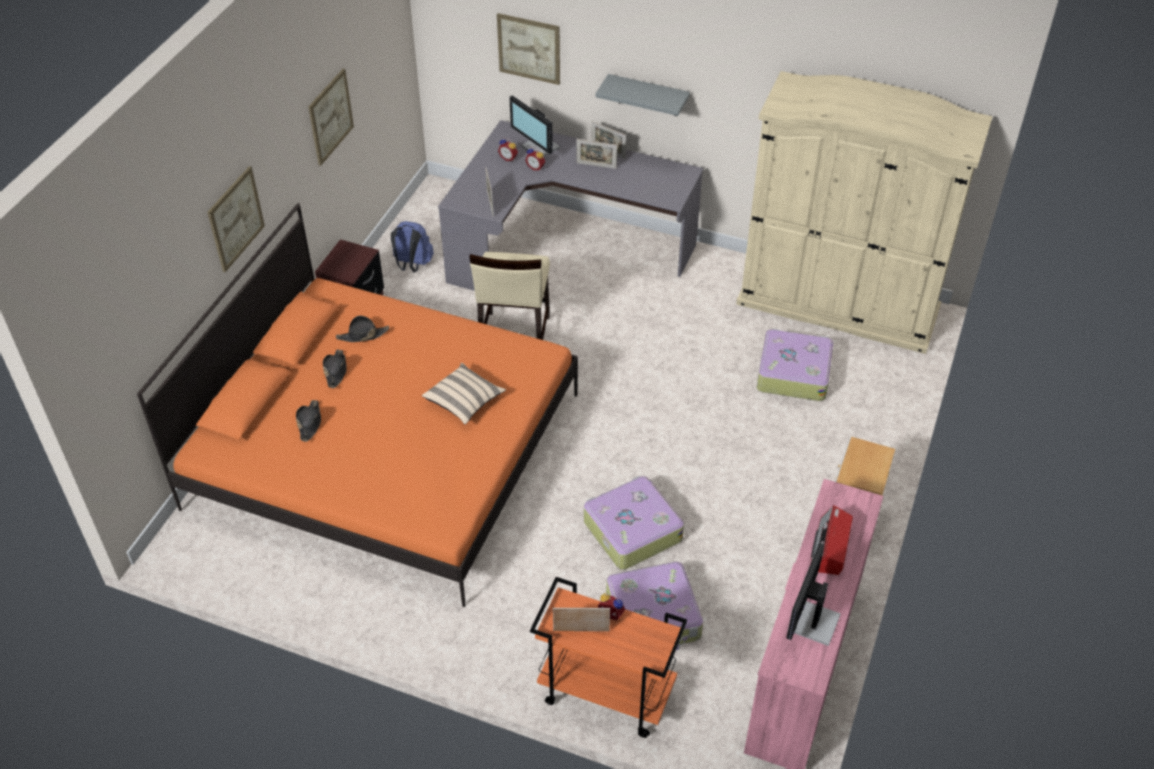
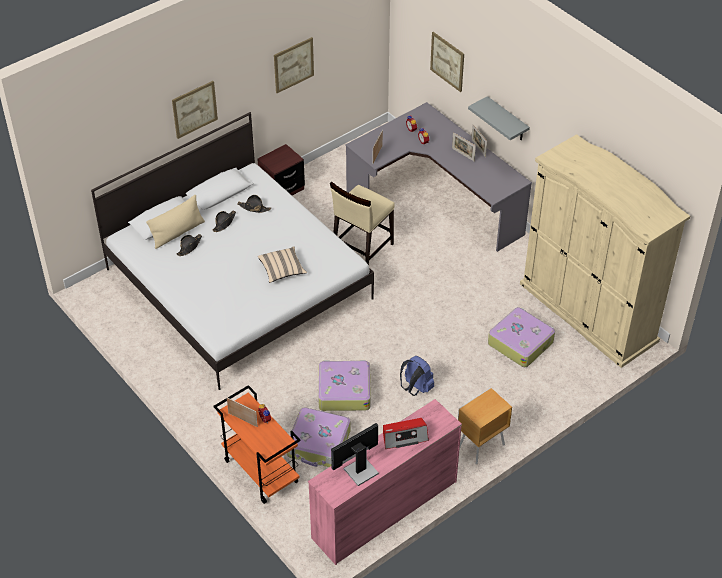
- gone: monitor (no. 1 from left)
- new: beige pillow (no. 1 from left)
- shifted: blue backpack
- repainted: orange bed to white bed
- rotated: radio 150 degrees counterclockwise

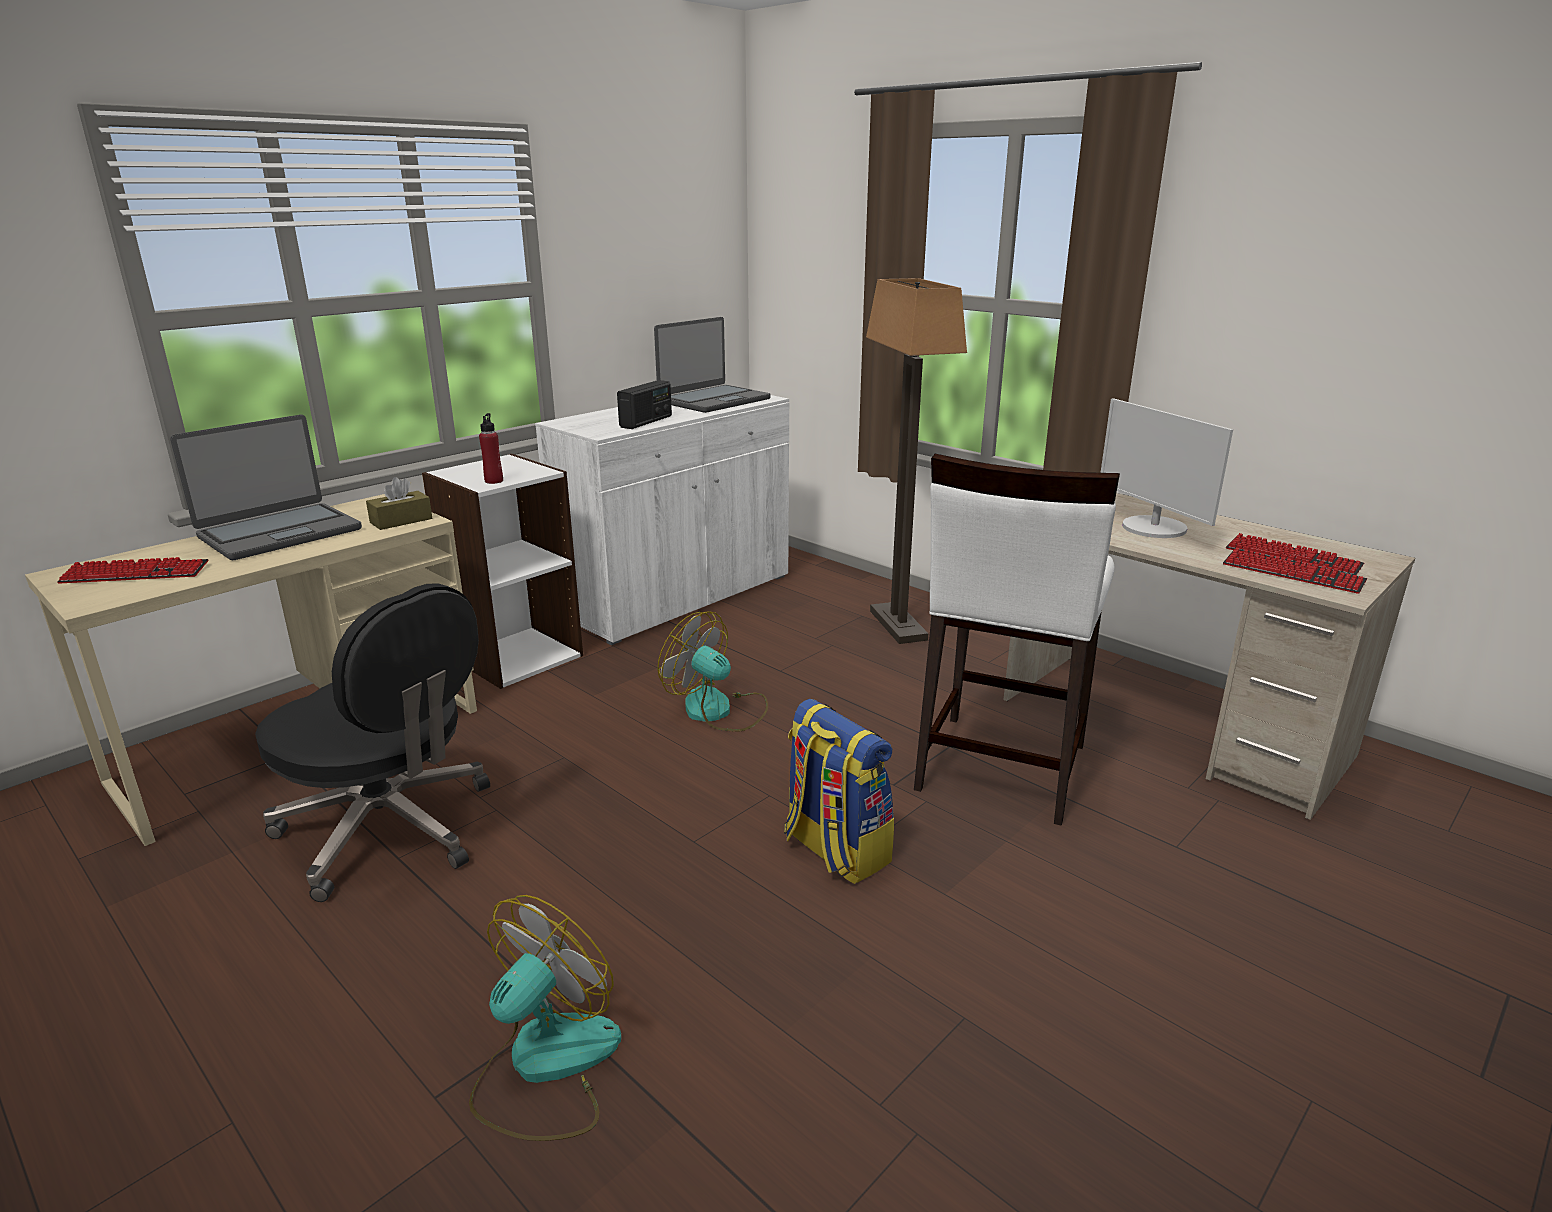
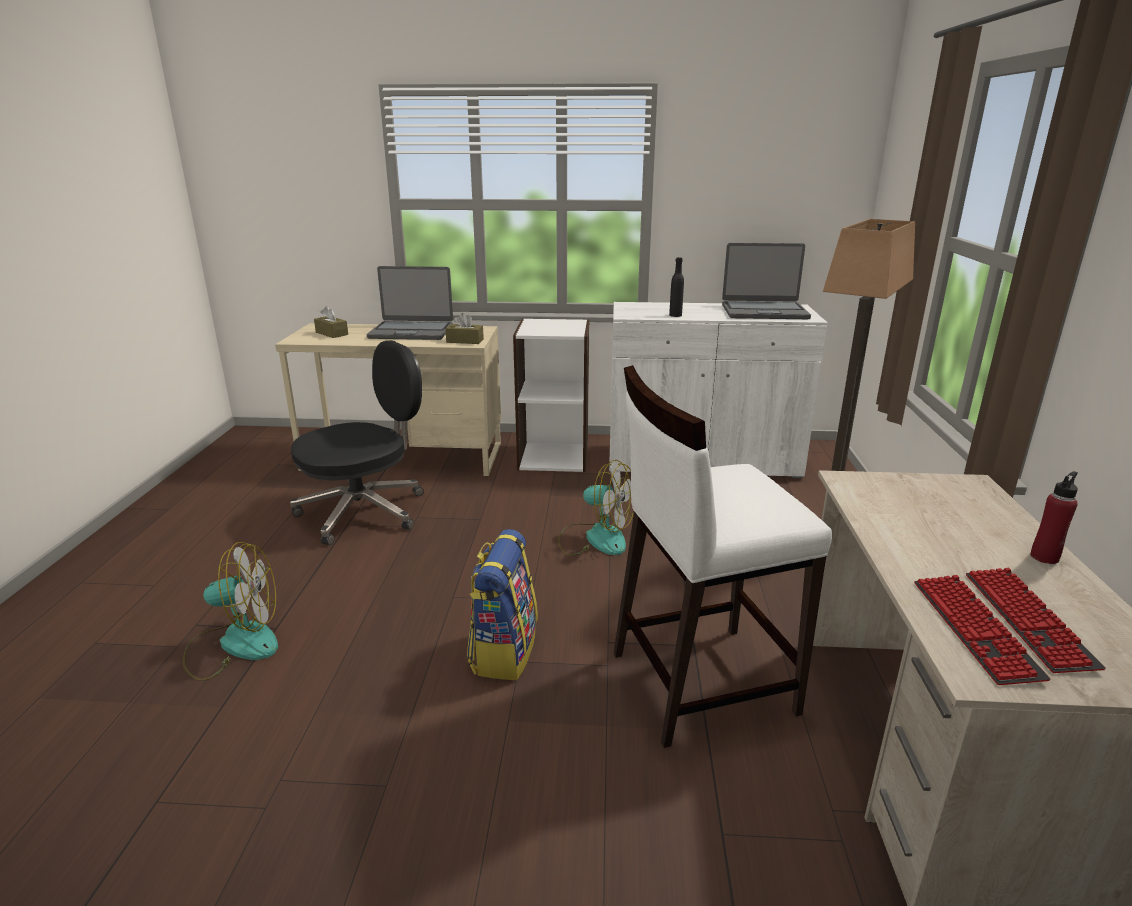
- gone: monitor
- shifted: red bottle
- swapped: keyboard (no. 1 from left) to brown tissue box (no. 1 from left)
- swapped: radio to black bottle
- rotated: black office chair 120 degrees counterclockwise
- rotated: fan (no. 2 from left) 120 degrees clockwise

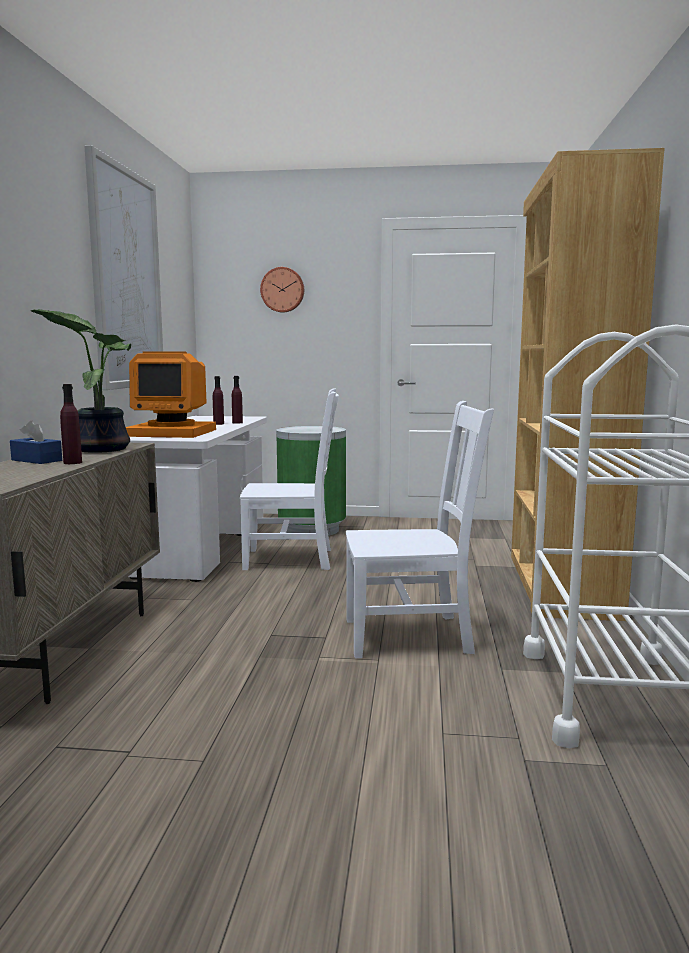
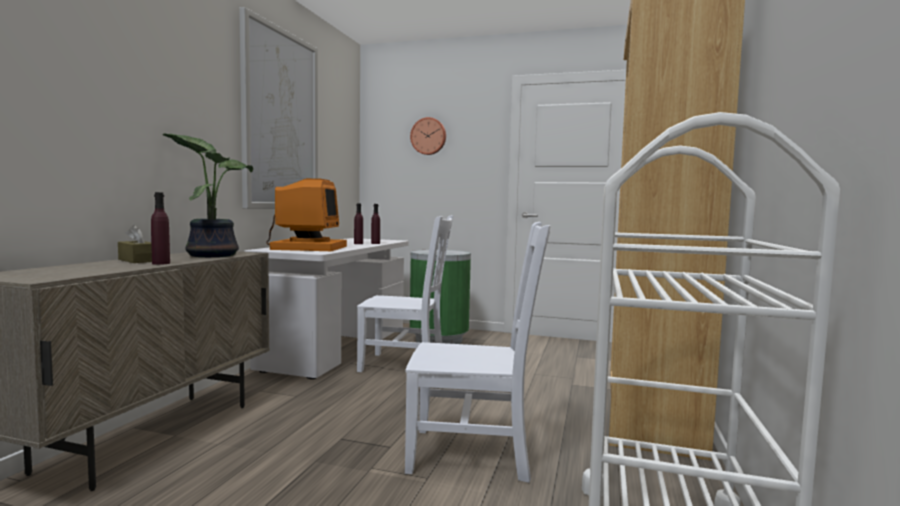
- repainted: blue tissue box to brown tissue box
- rotated: monitor 105 degrees counterclockwise

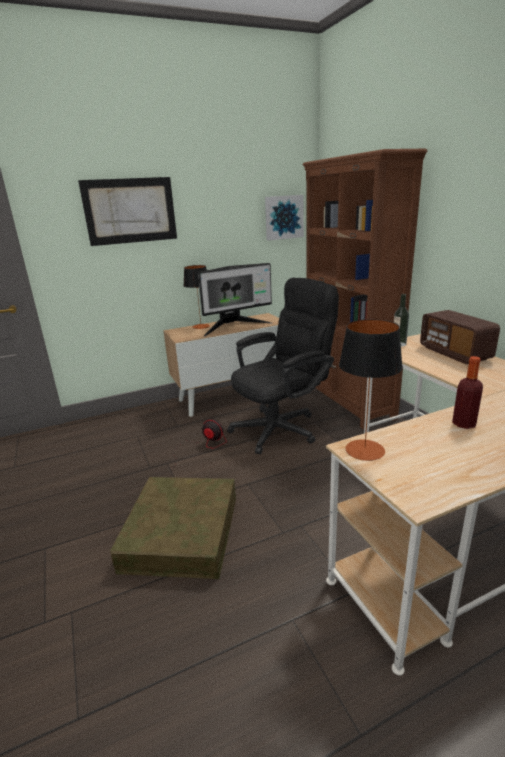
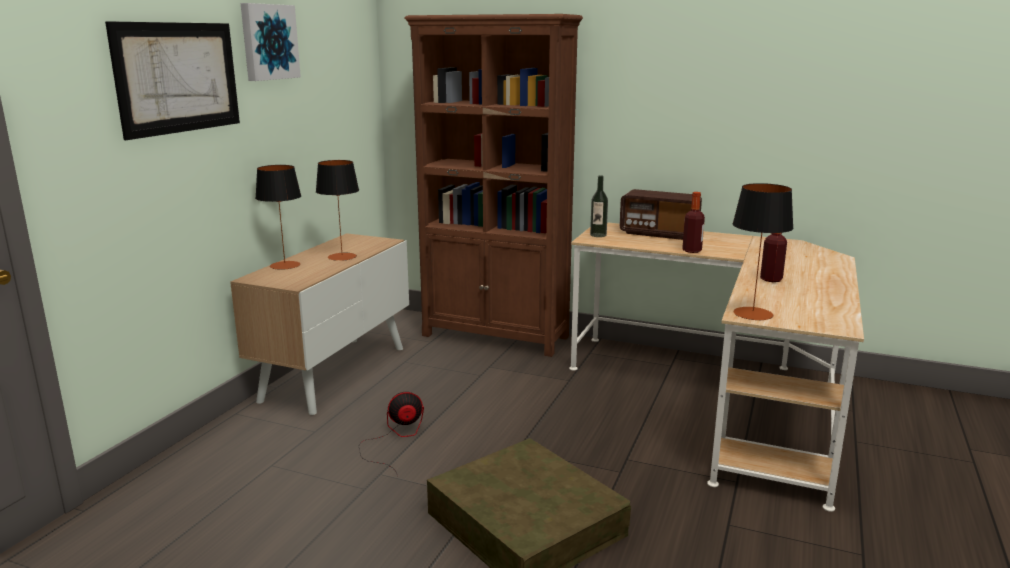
- gone: black office chair
- new: bottle (no. 2 from left)
- shifted: picture (no. 2 from left)
- swapped: monitor to table lamp (no. 2 from left)

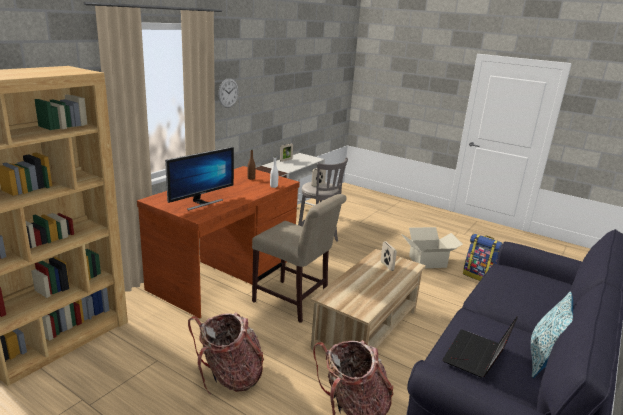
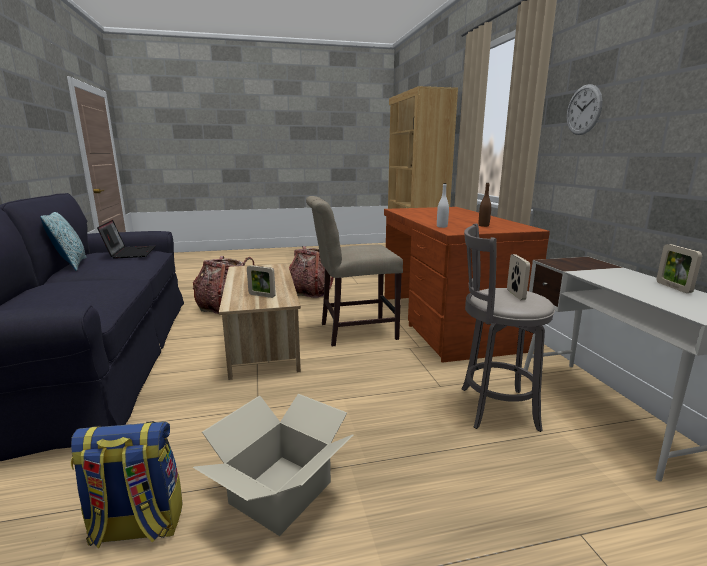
- gone: monitor

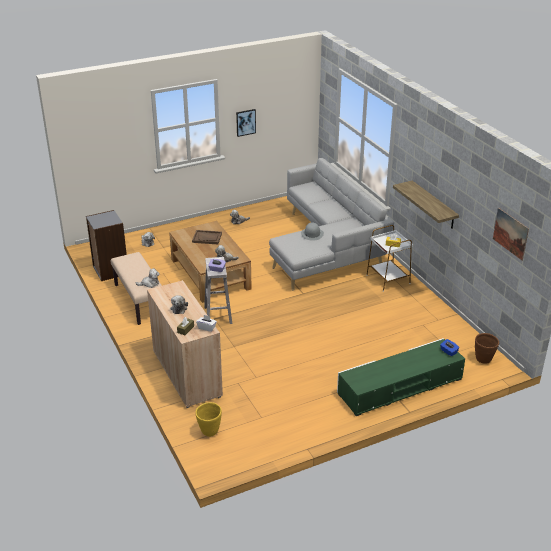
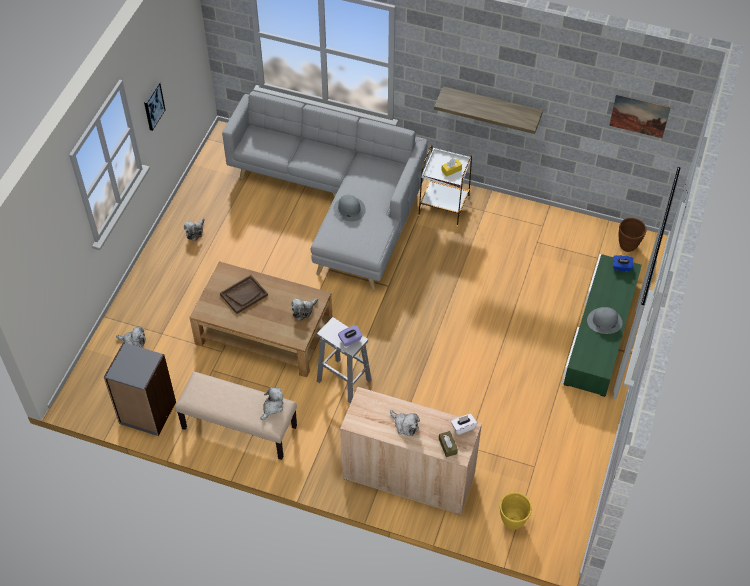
- new: grey hat (no. 2 from left)

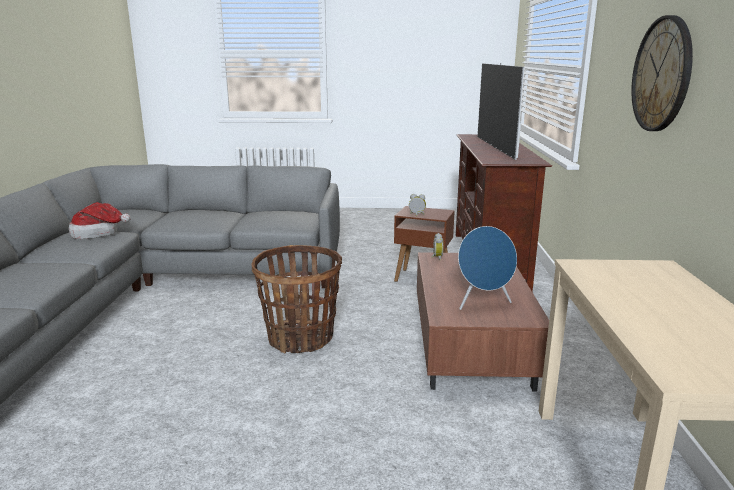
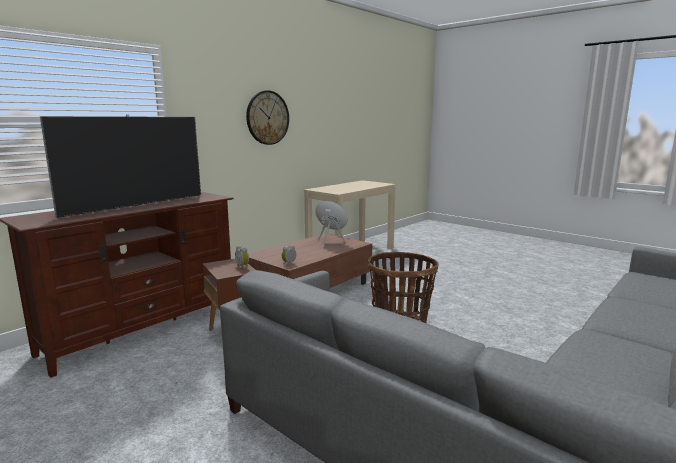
- gone: hat

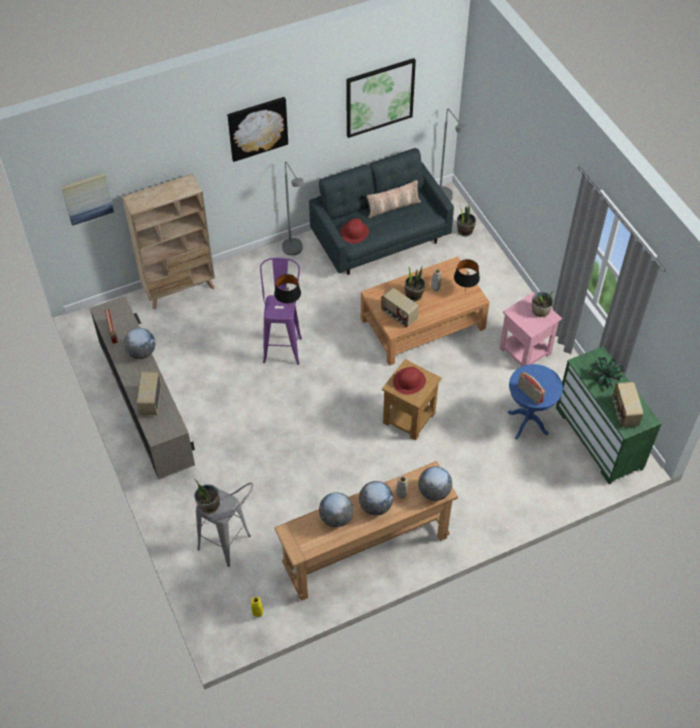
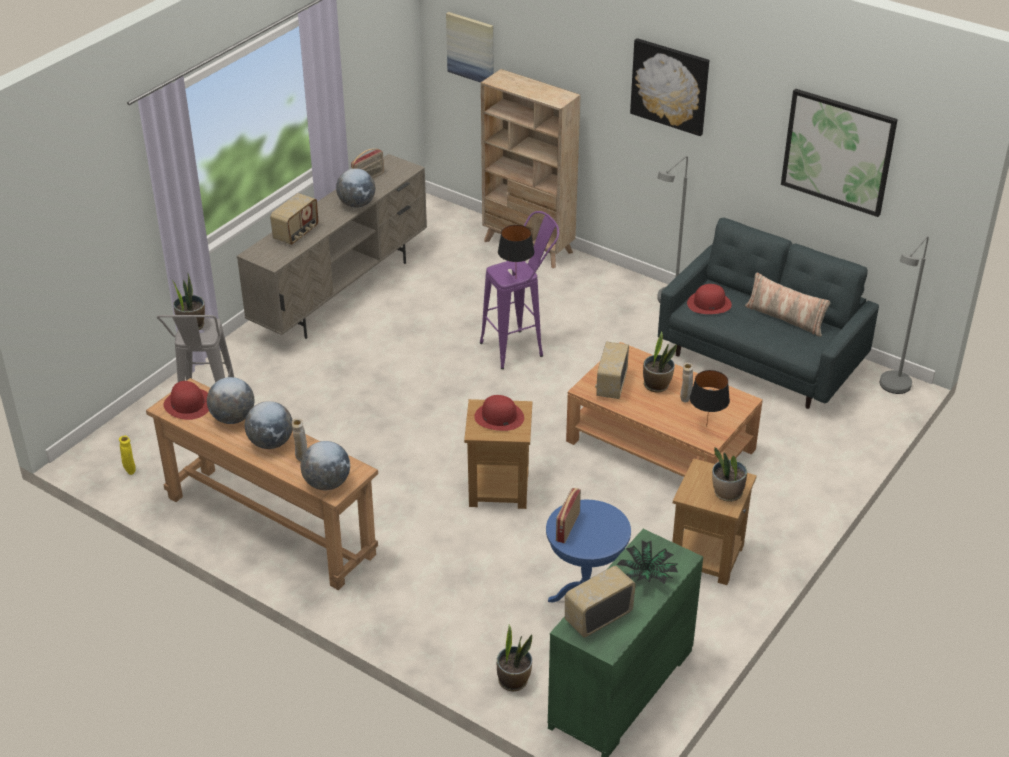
- new: red hat (no. 1 from left)
- shifted: potted plant (no. 3 from left in the first image) to potted plant (no. 2 from left)
- repainted: pink side table to brown side table (no. 2 from left)
- rotated: radio (no. 2 from left in the first image) 150 degrees clockwise

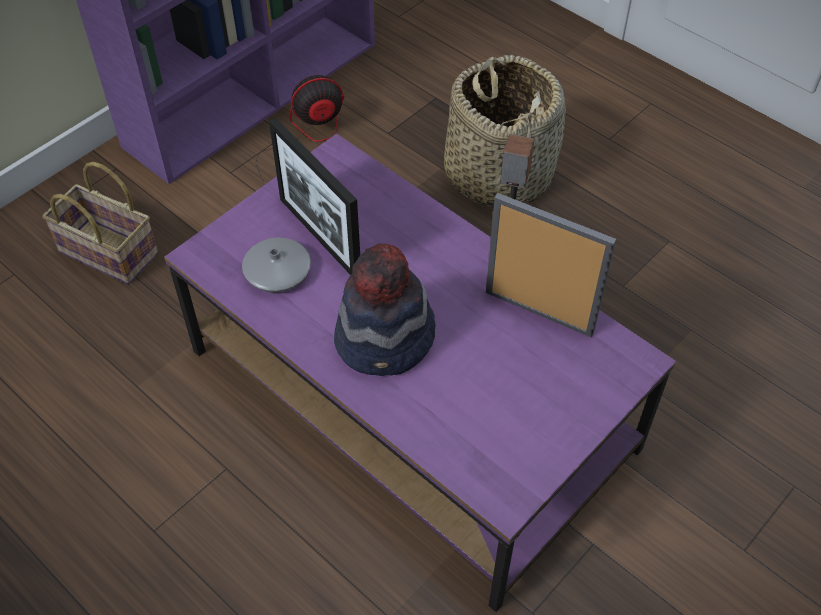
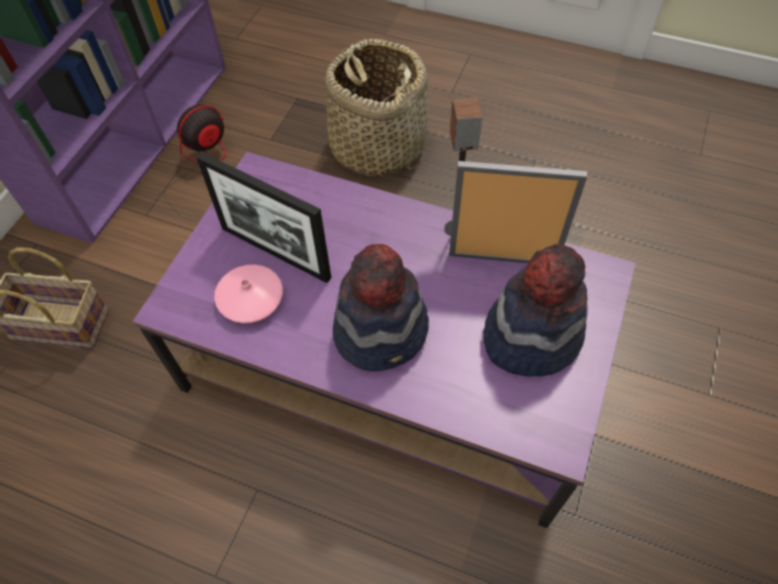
- new: hat (no. 2 from left)
- repainted: grey vase to pink vase

